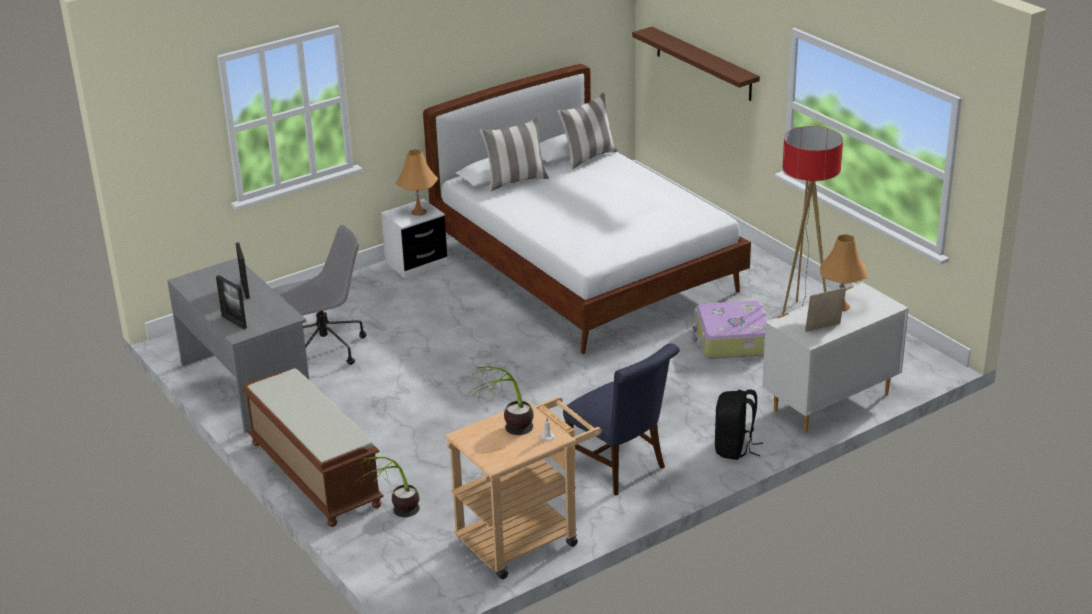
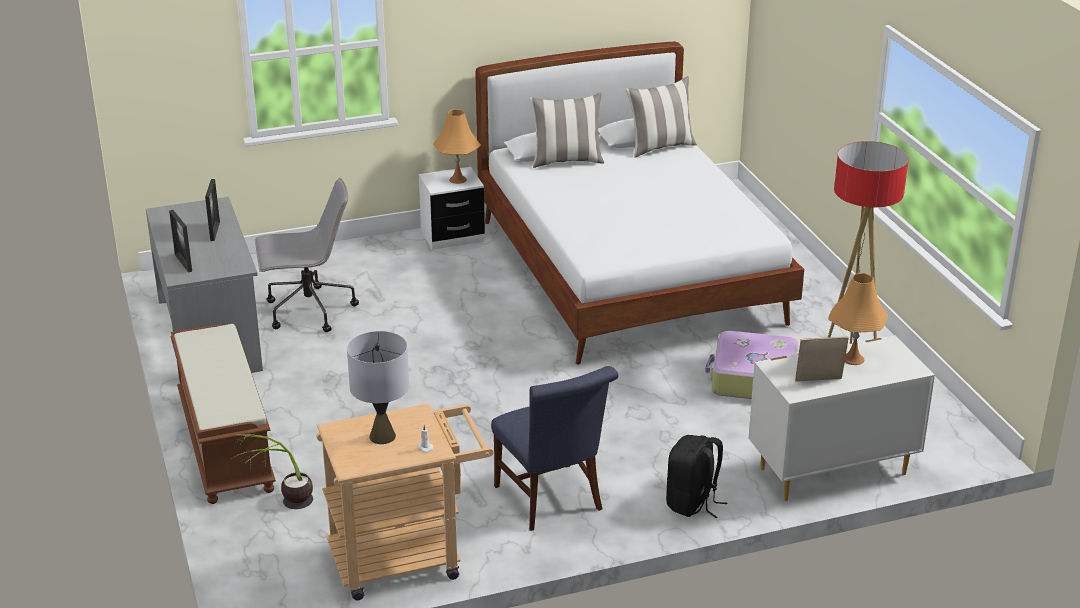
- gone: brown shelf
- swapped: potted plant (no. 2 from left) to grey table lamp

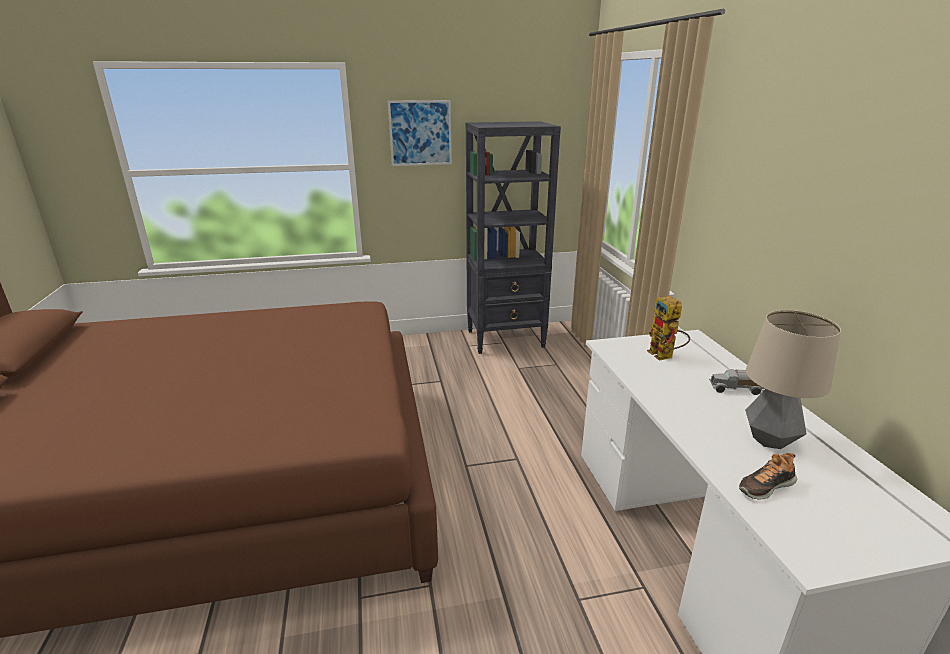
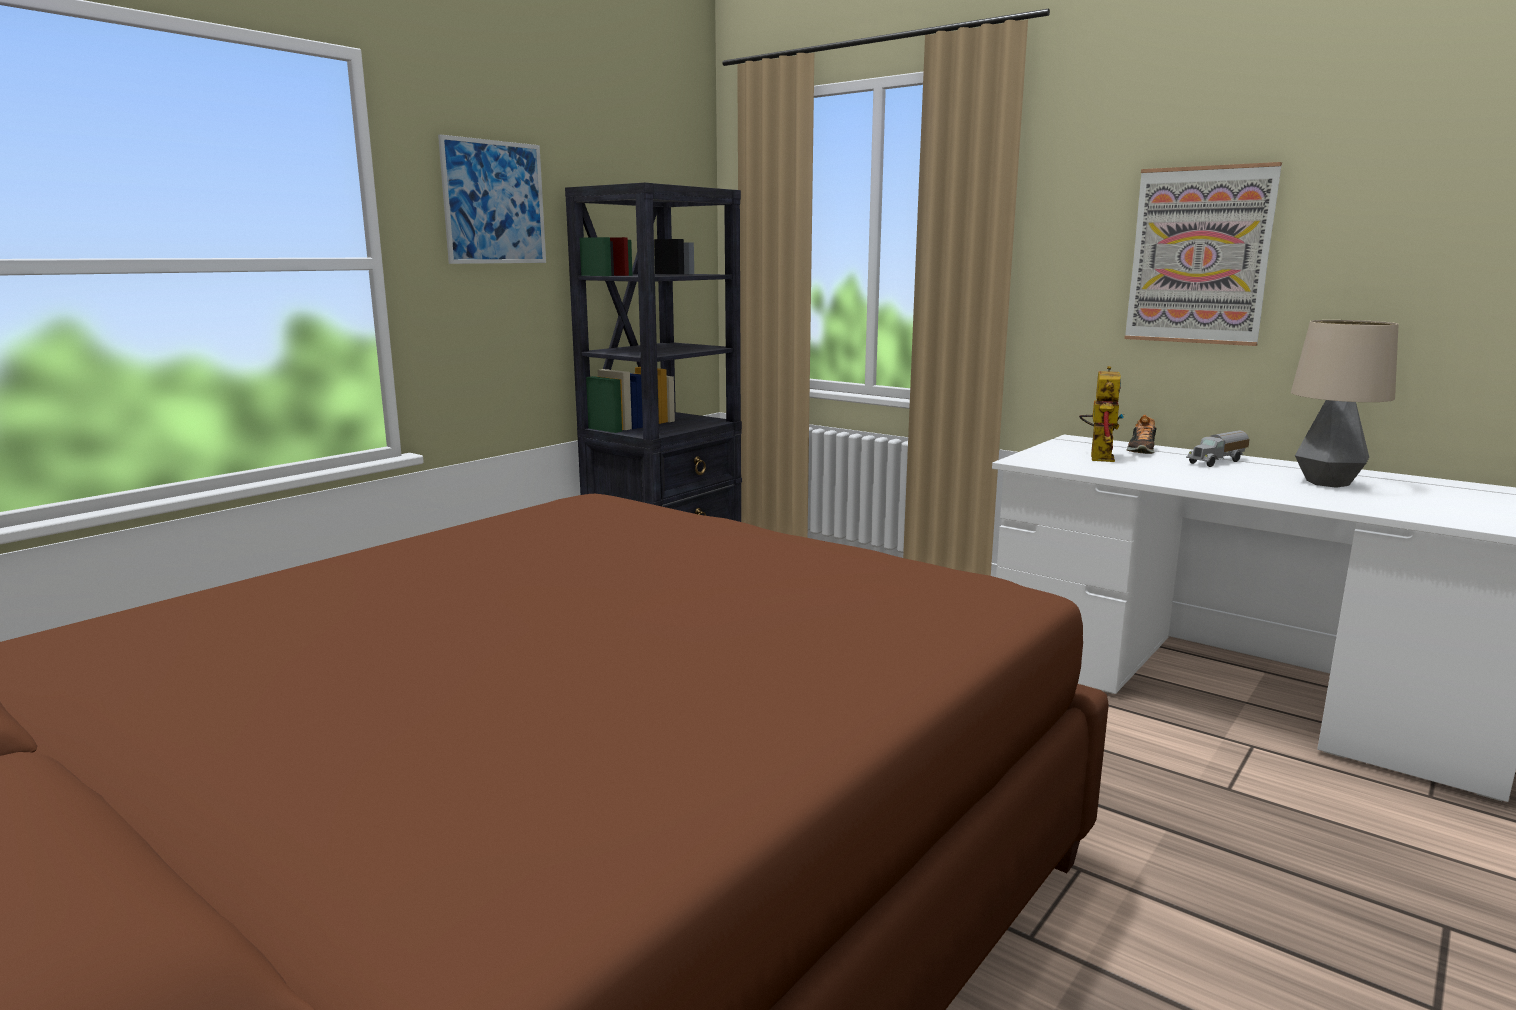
- new: picture (no. 2 from left)
- shifted: shoe
- rotated: toy robot 105 degrees counterclockwise

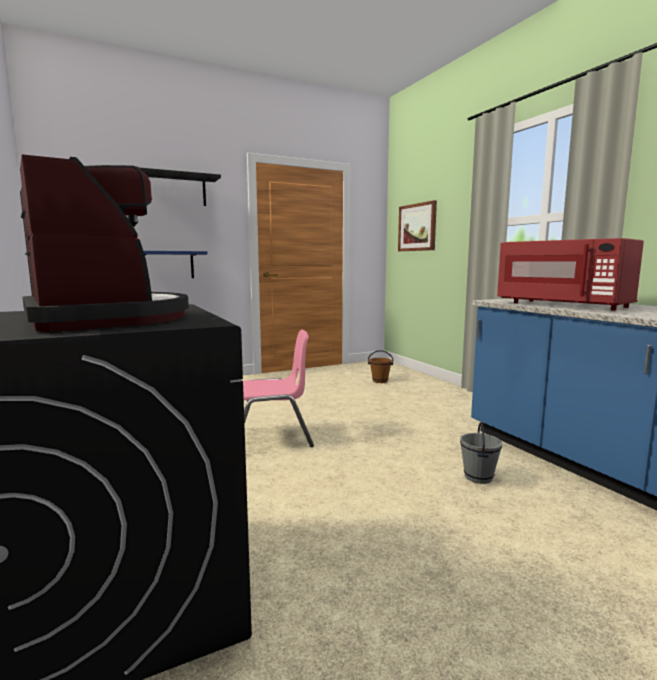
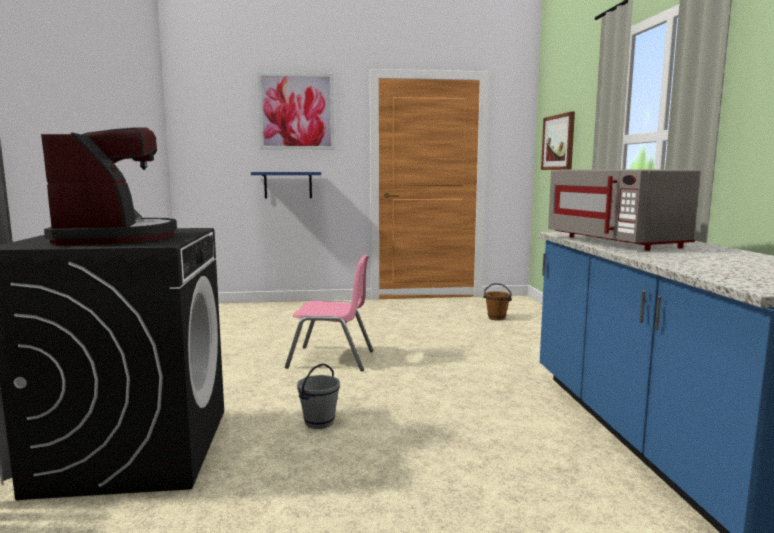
- shifted: grey bucket
- swapped: black shelf to picture (no. 1 from left)
- repainted: red microwave to grey microwave

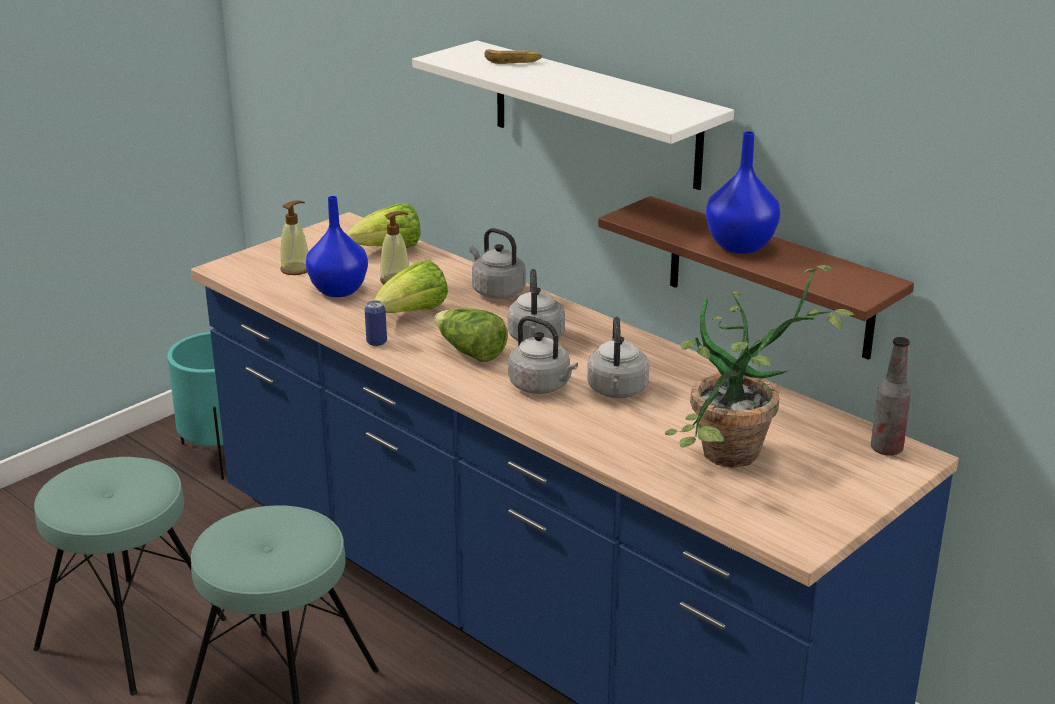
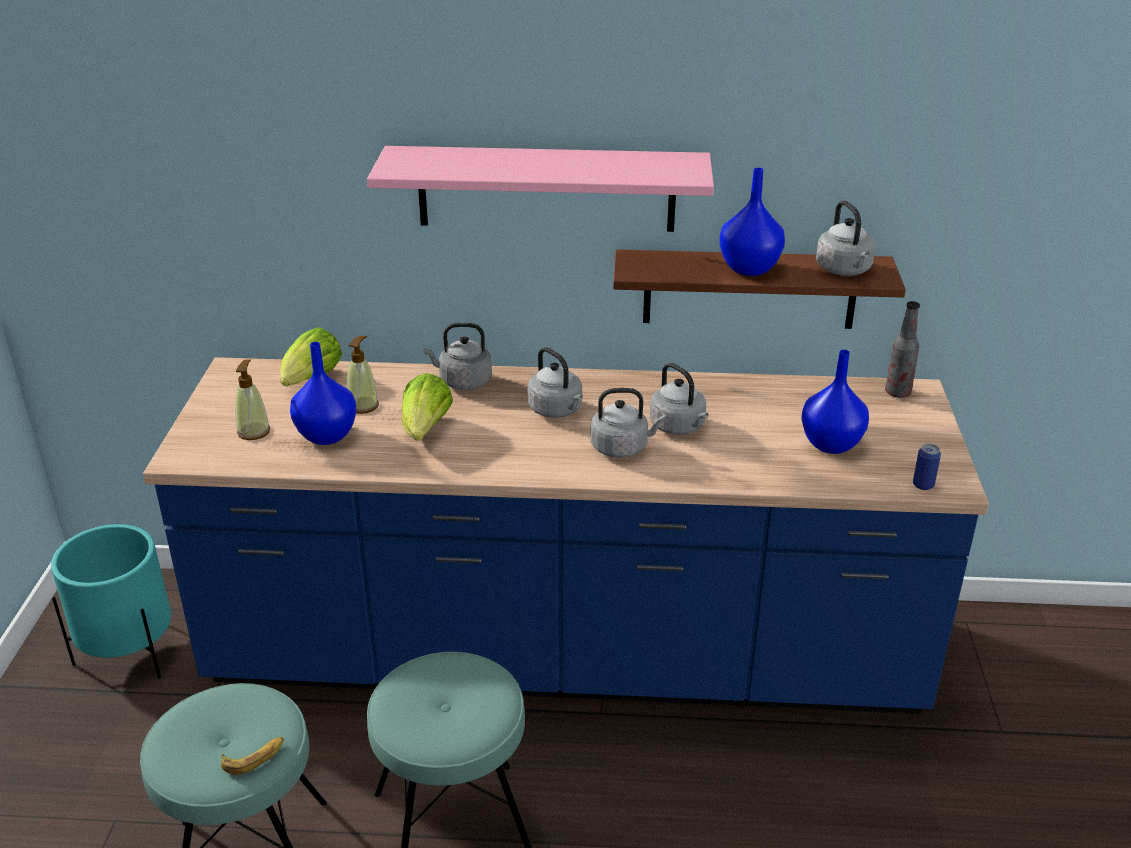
- gone: lettuce (no. 3 from left)
- new: grey kettle (no. 5 from left)
- shifted: can
- shifted: banana
- swapped: potted plant to blue vase (no. 3 from left)
- repainted: white shelf to pink shelf

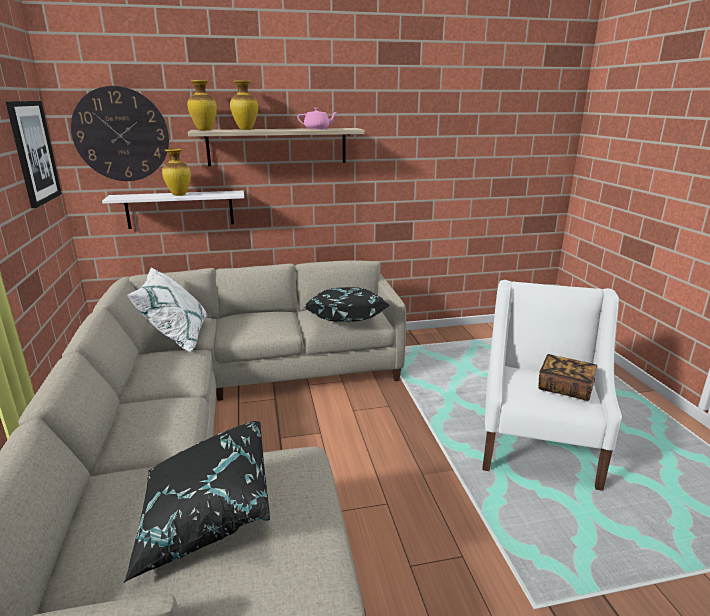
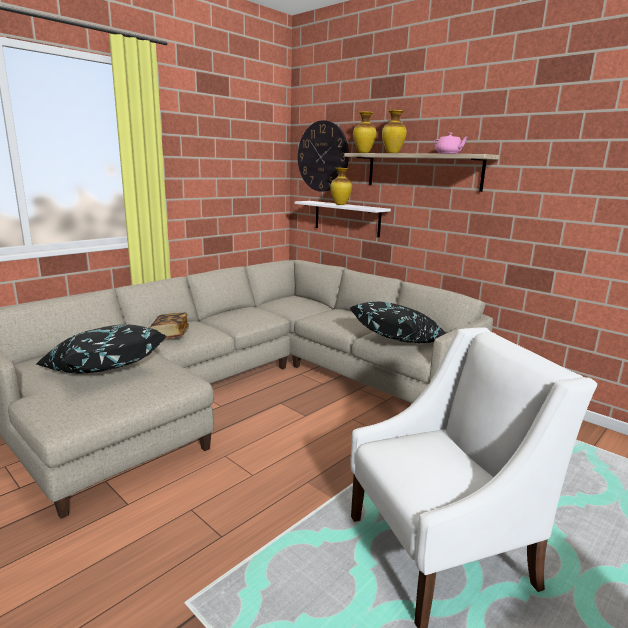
- gone: picture
- gone: white pillow
- shifted: book

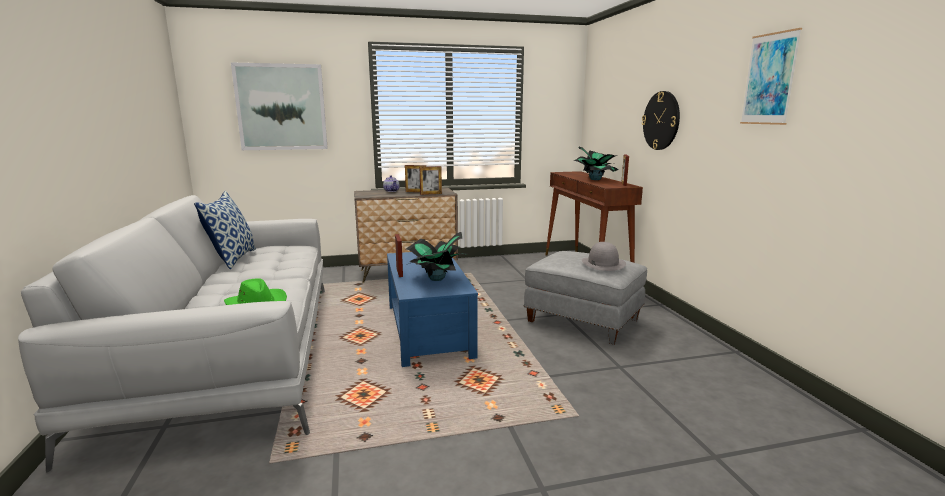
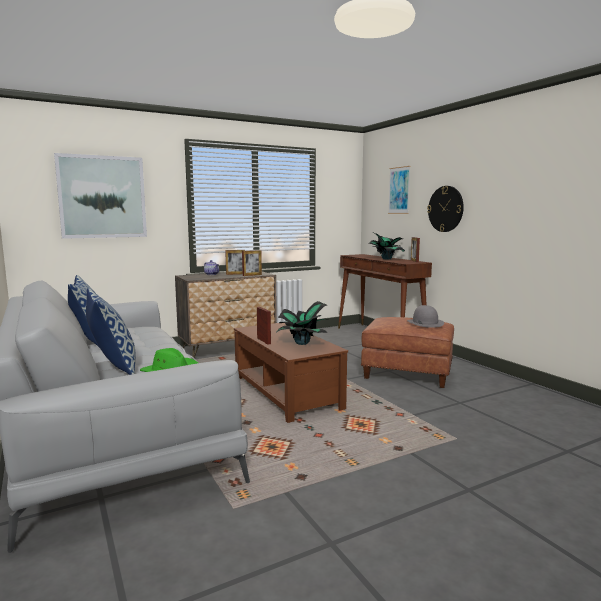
- new: pillow (no. 2 from left)
- shifted: picture (no. 2 from left)
- repainted: blue coffee table to brown coffee table
- repainted: grey ottoman to brown ottoman

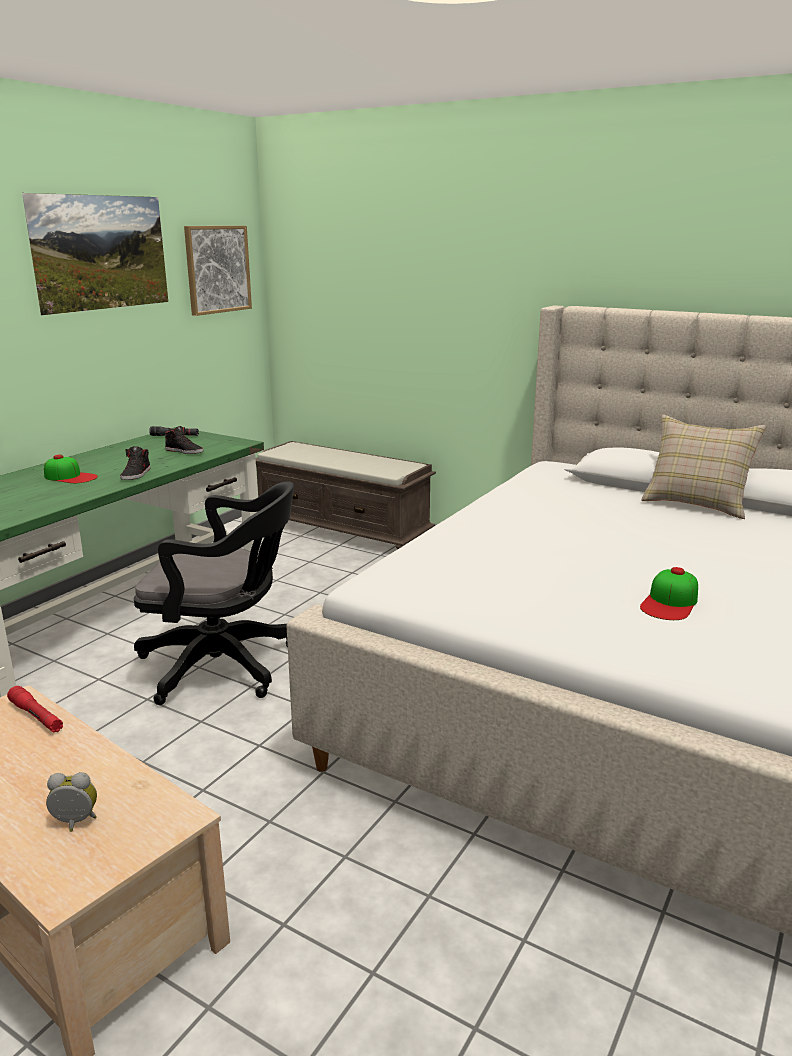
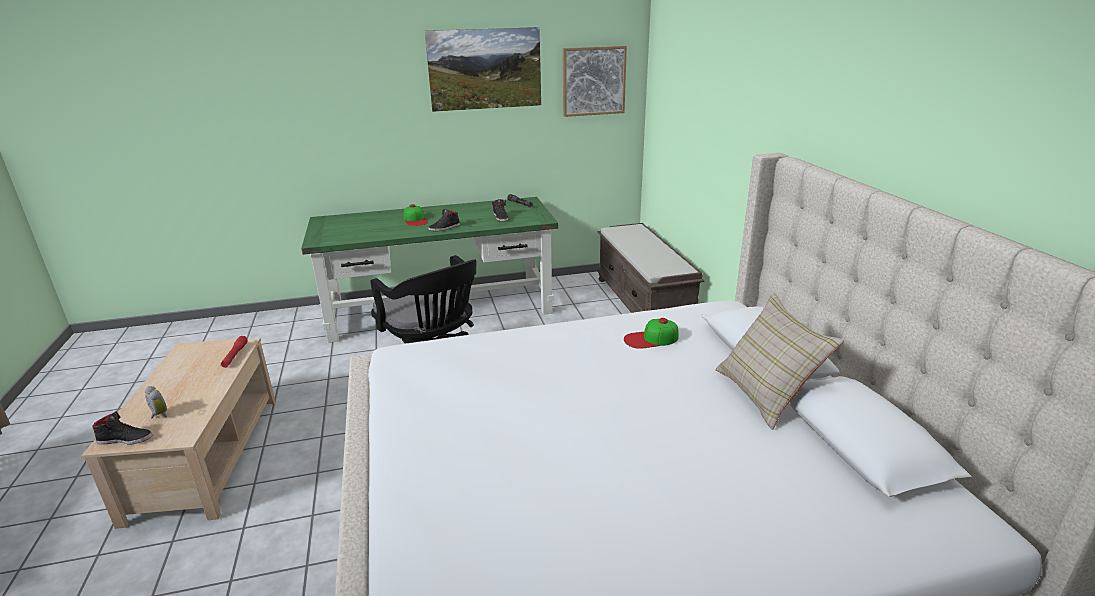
- new: black shoe (no. 1 from left)
- shifted: cap (no. 2 from left)

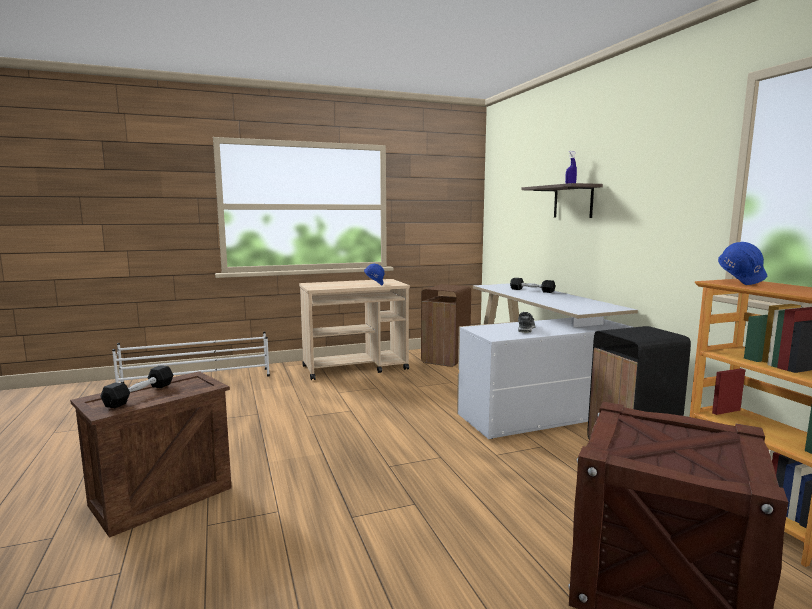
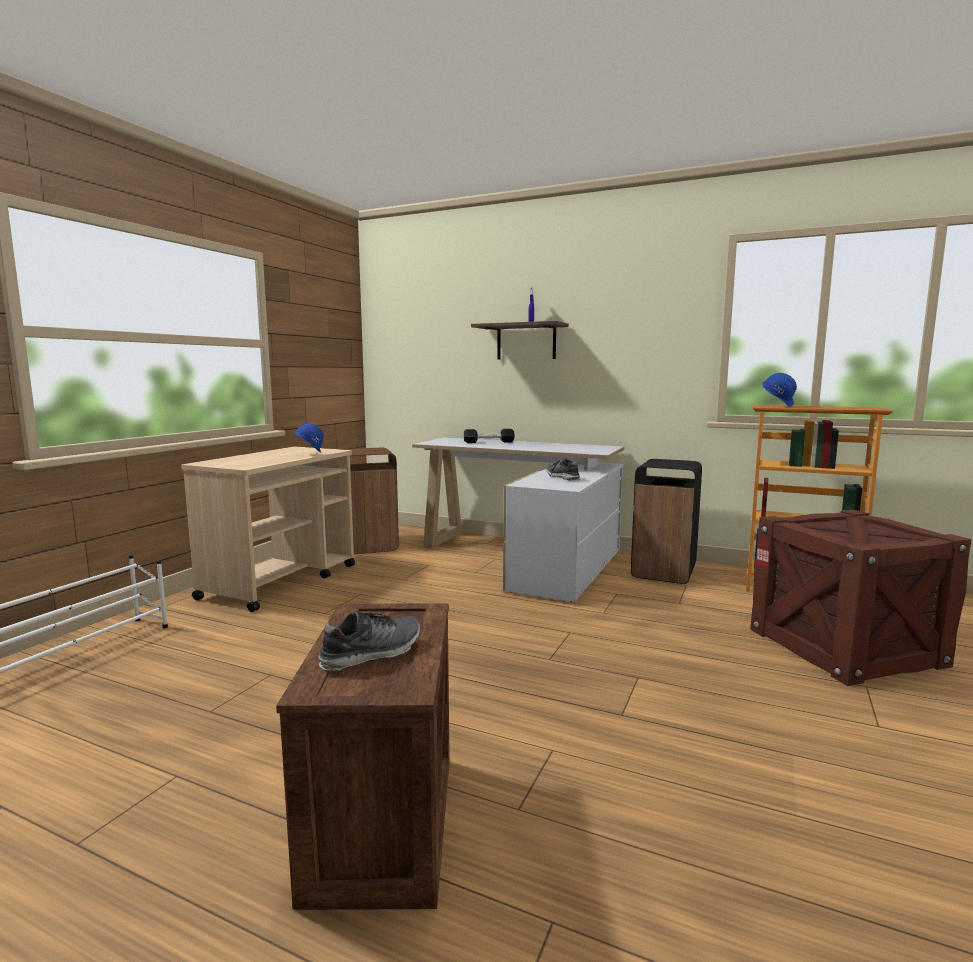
- swapped: black dumbbell (no. 1 from left) to shoe (no. 1 from left)

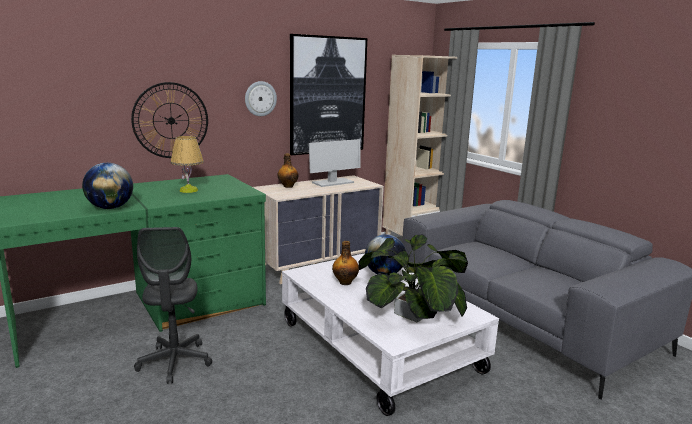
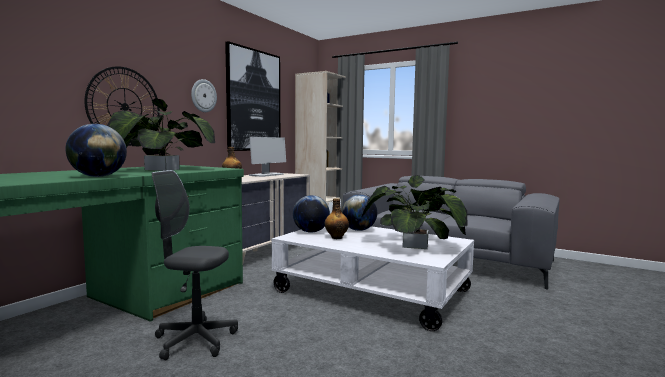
- new: globe (no. 2 from left)
- swapped: table lamp to potted plant (no. 1 from left)
- rotated: grey office chair 135 degrees clockwise

